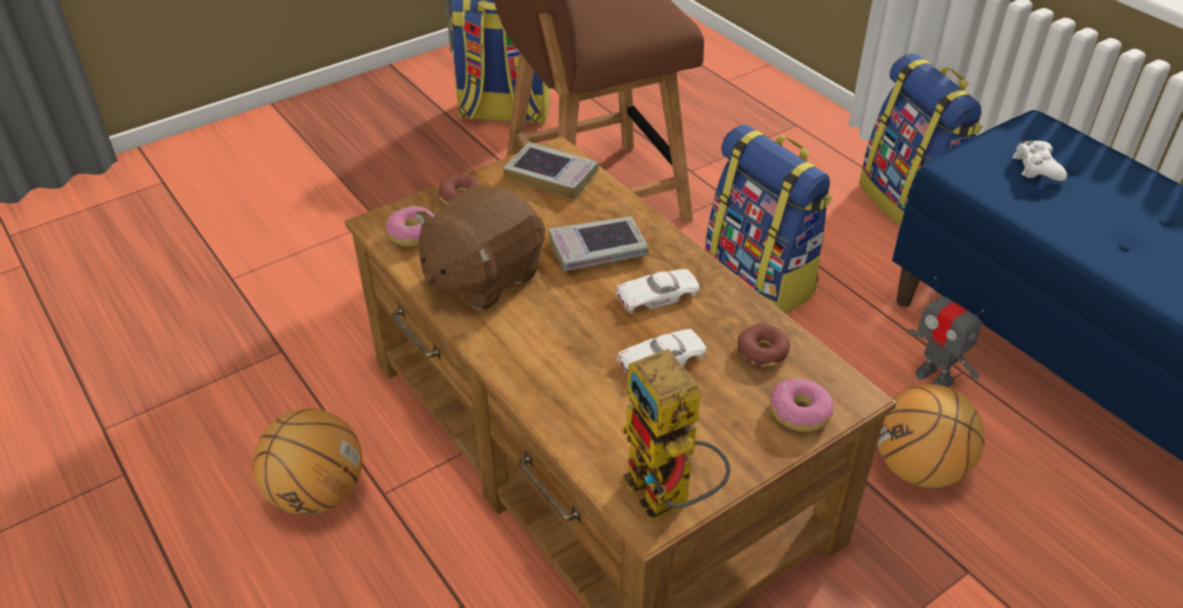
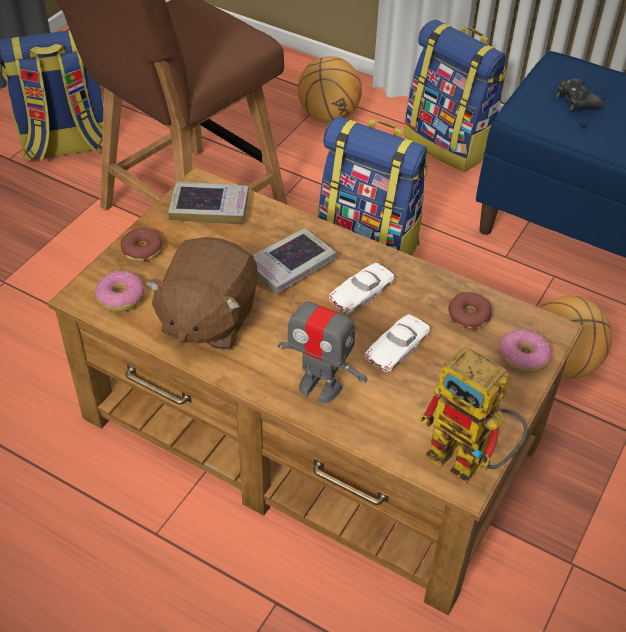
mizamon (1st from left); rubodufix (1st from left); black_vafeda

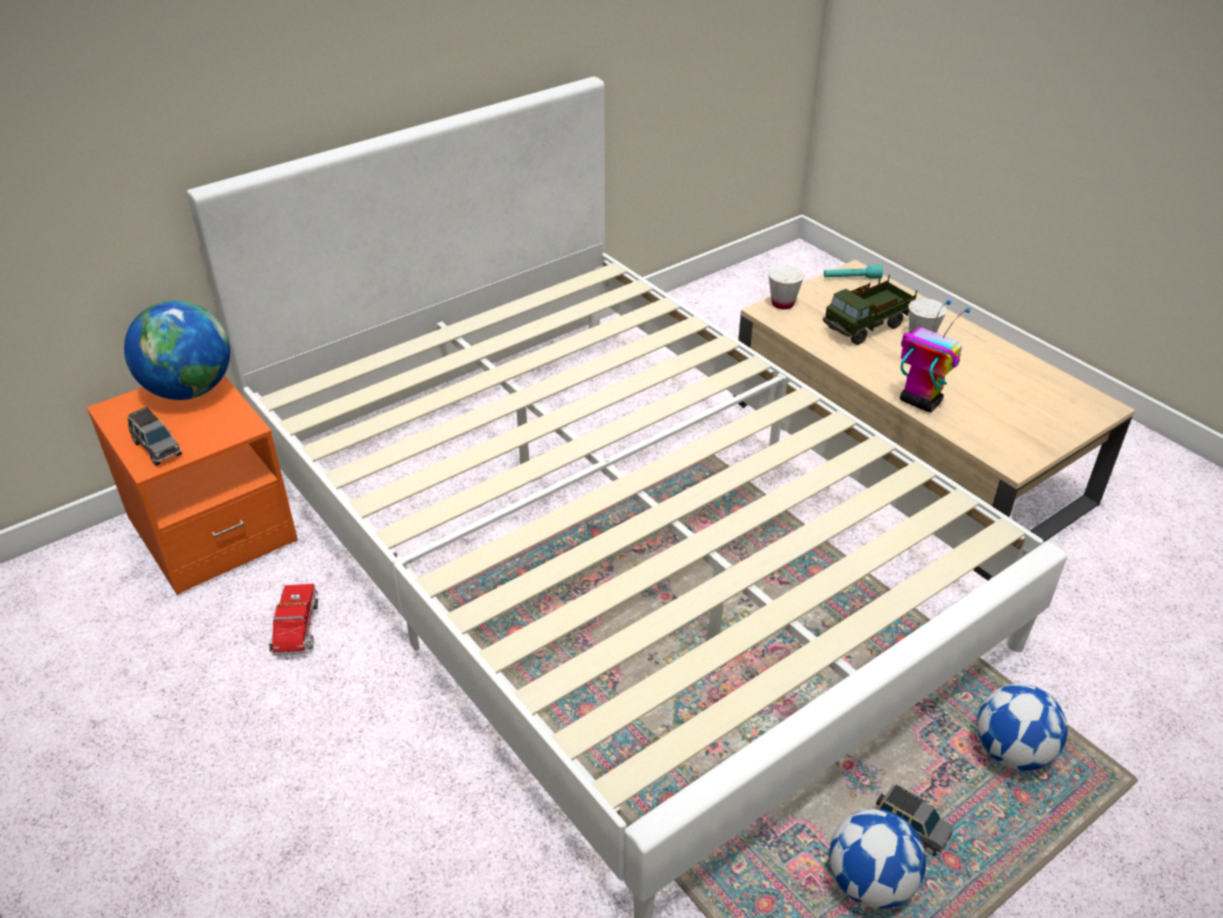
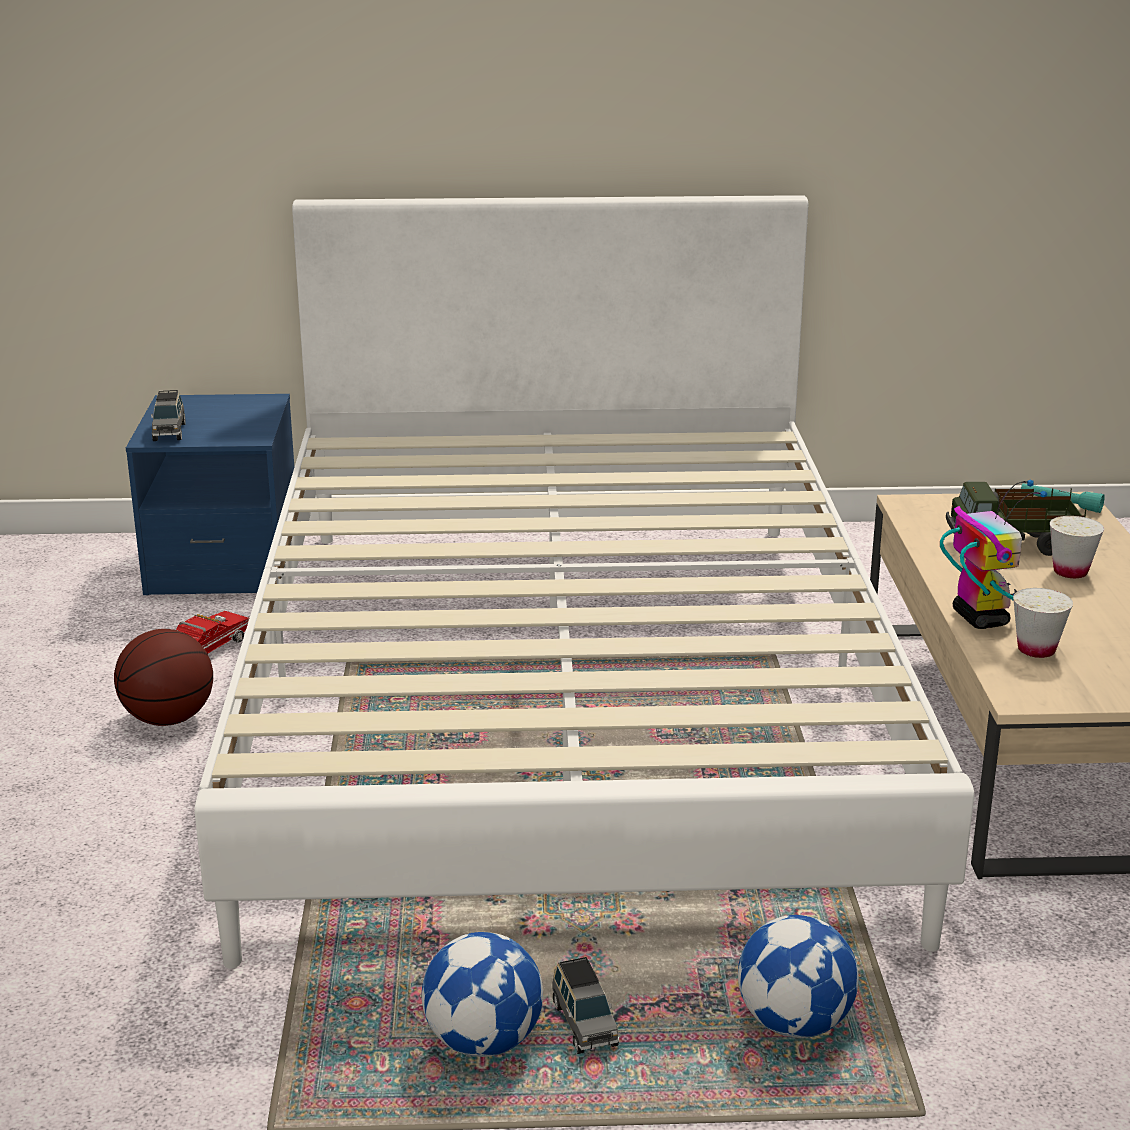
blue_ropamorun; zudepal; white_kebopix (1st from left); mizamon

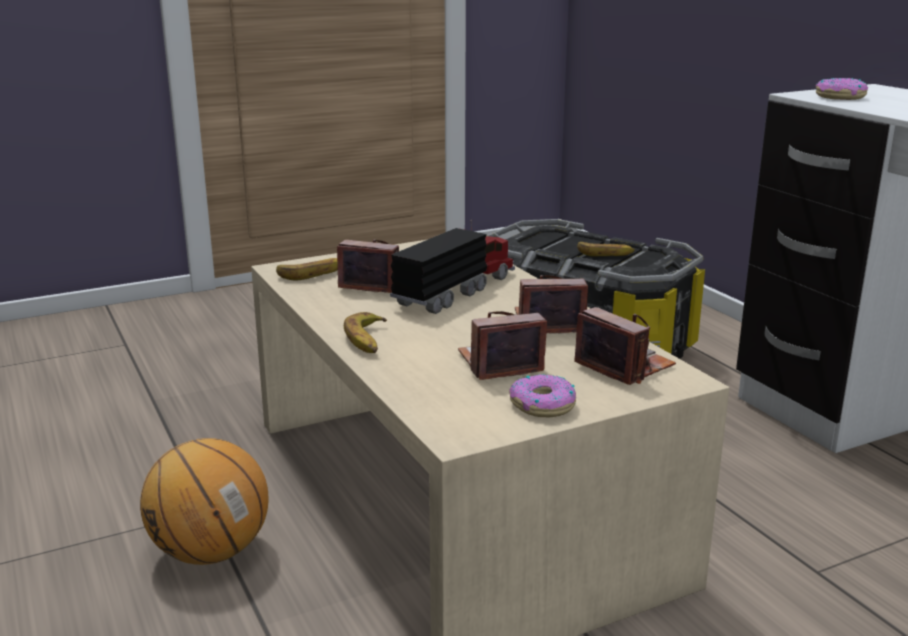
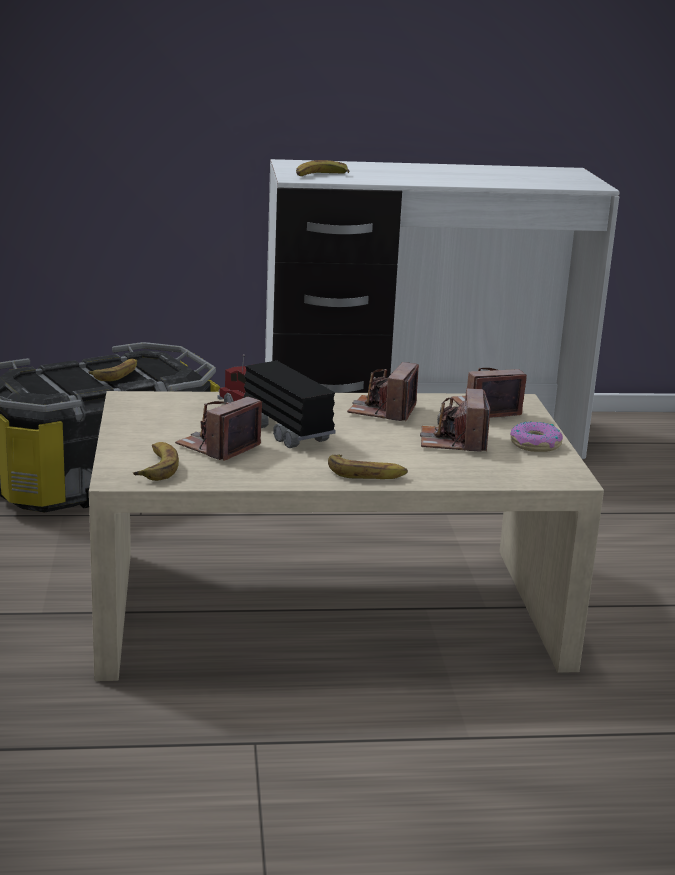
mizamon; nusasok (3rd from left)

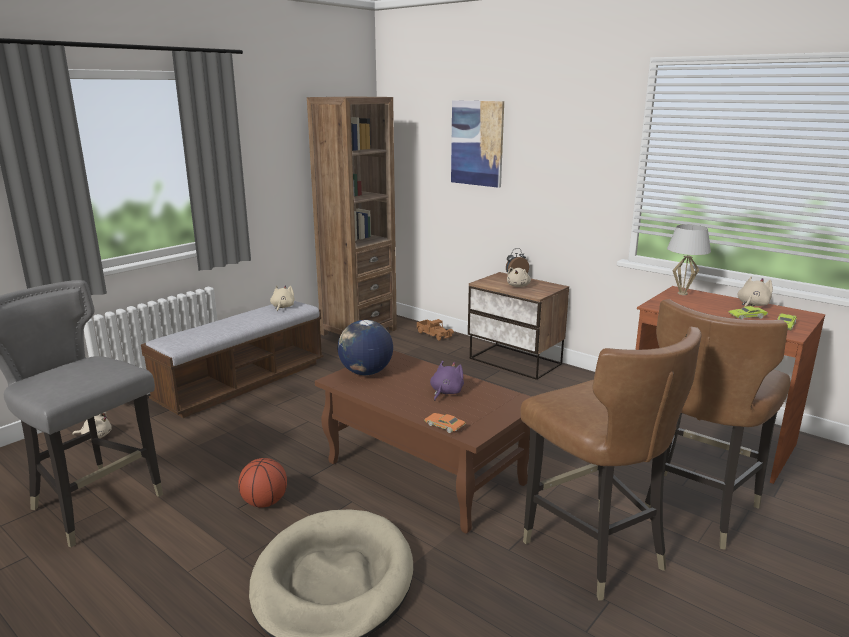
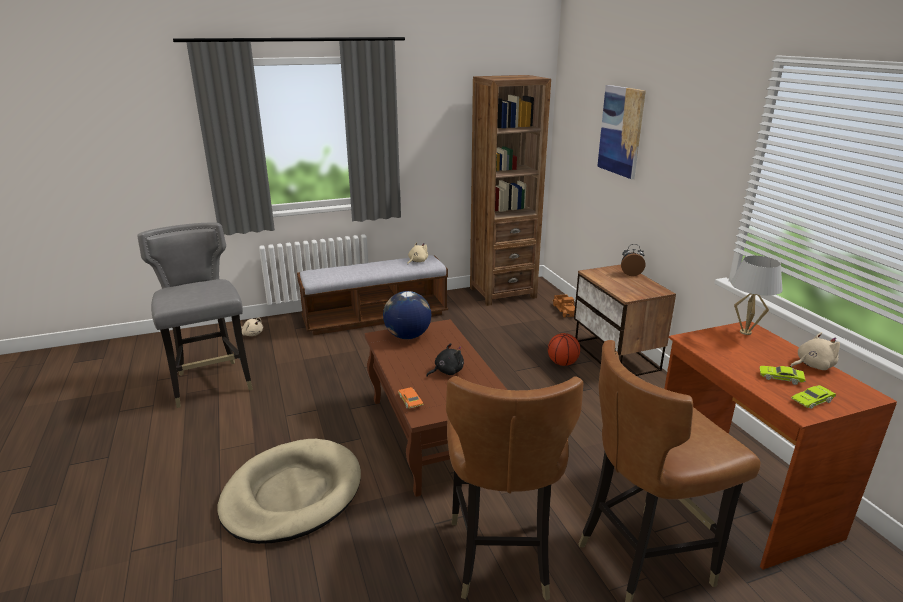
mizamon; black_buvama; beige_buvama (3rd from left in the first image)

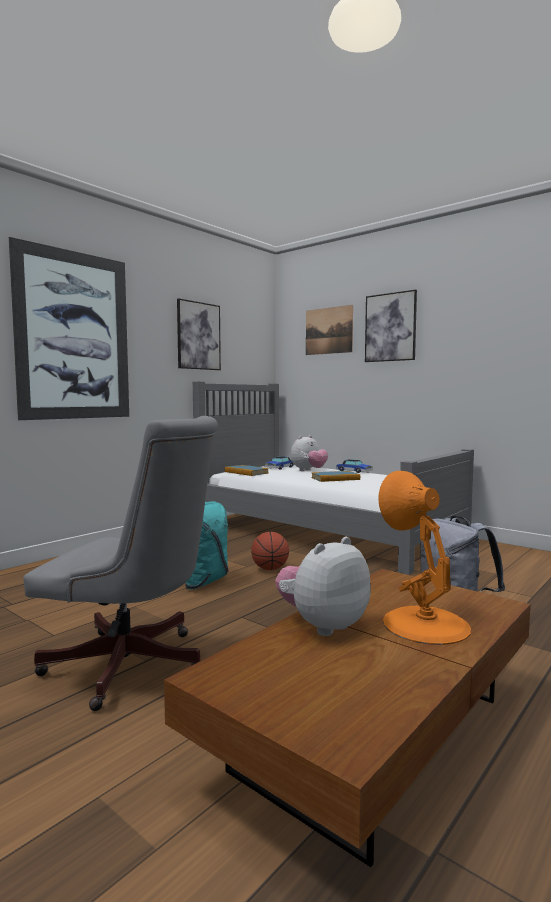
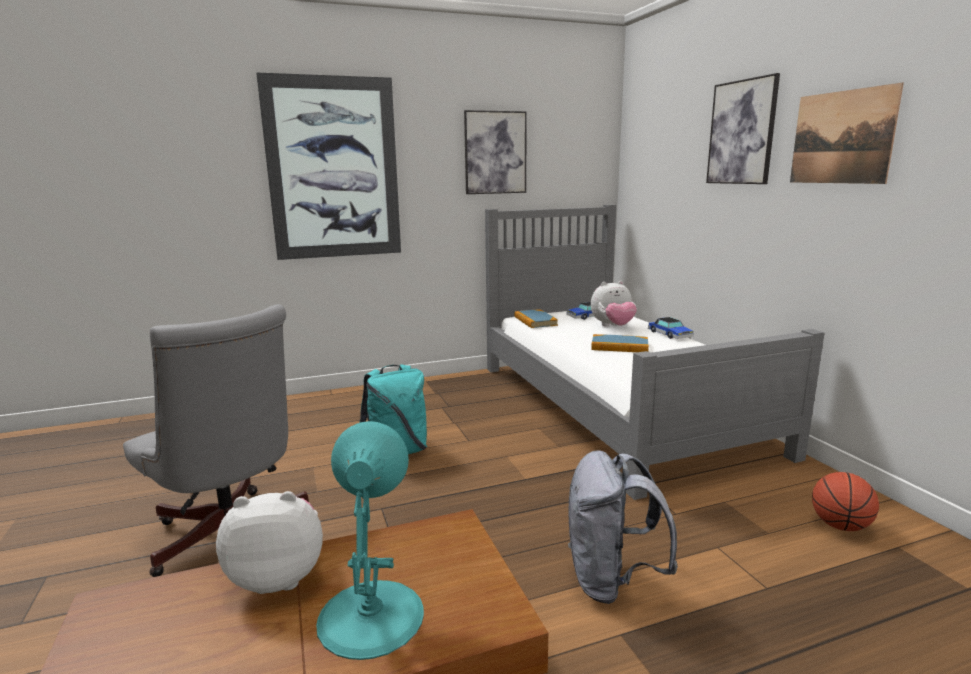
mizamon; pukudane (4th from left); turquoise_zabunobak

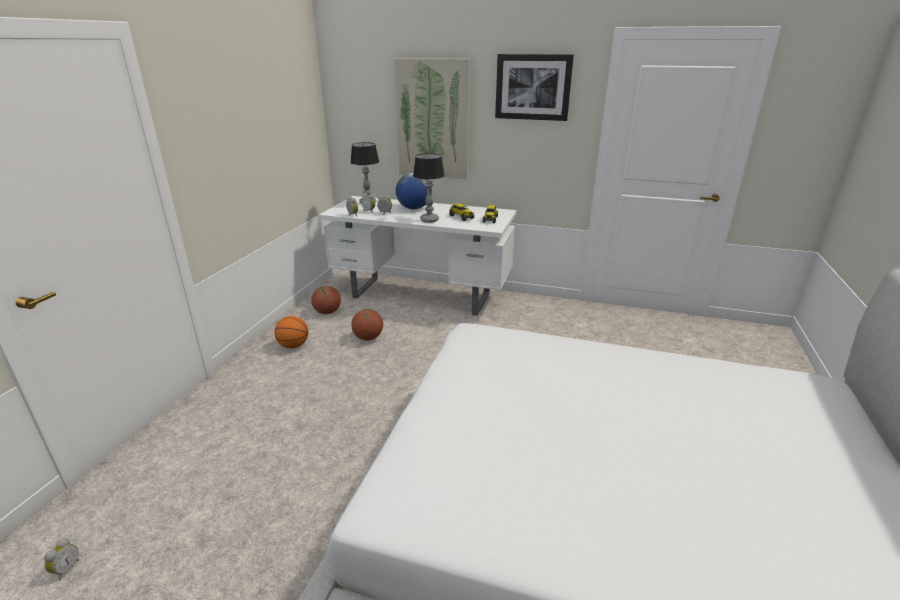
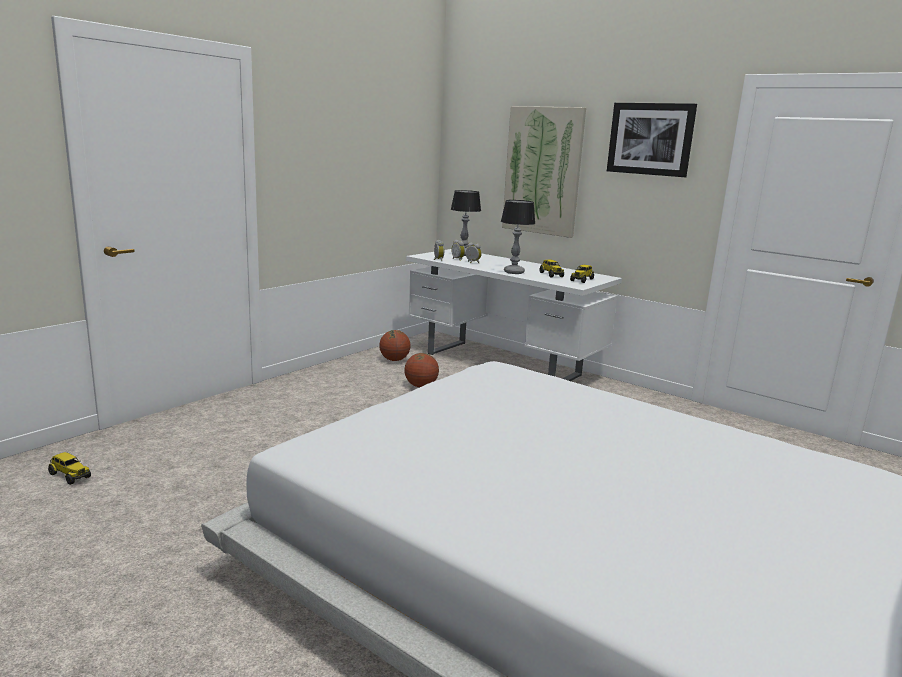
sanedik (1st from left); mizamon (1st from left in the first image); zudepal

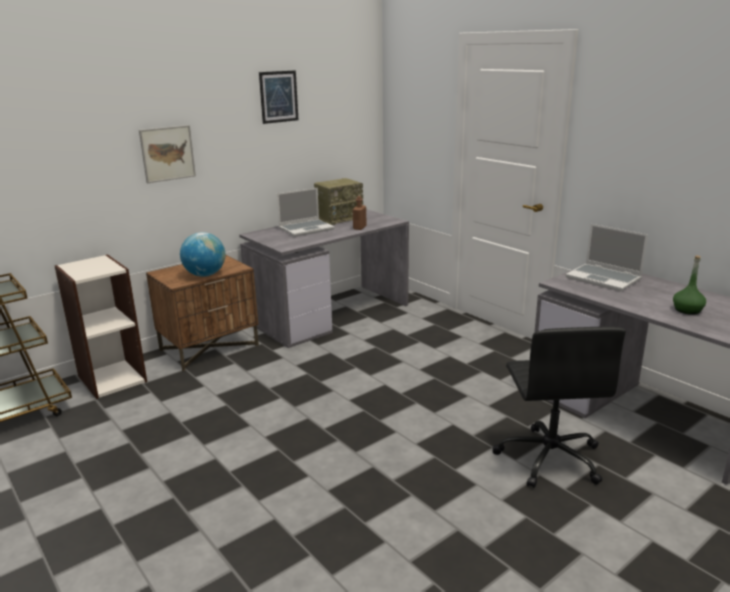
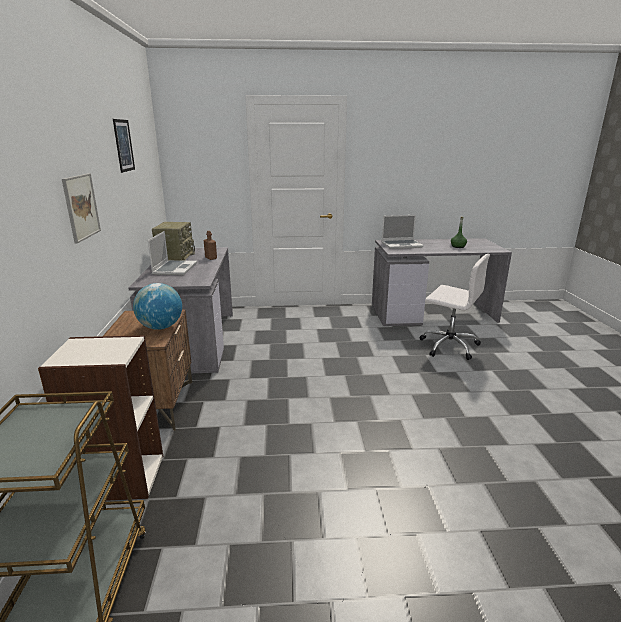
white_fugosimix

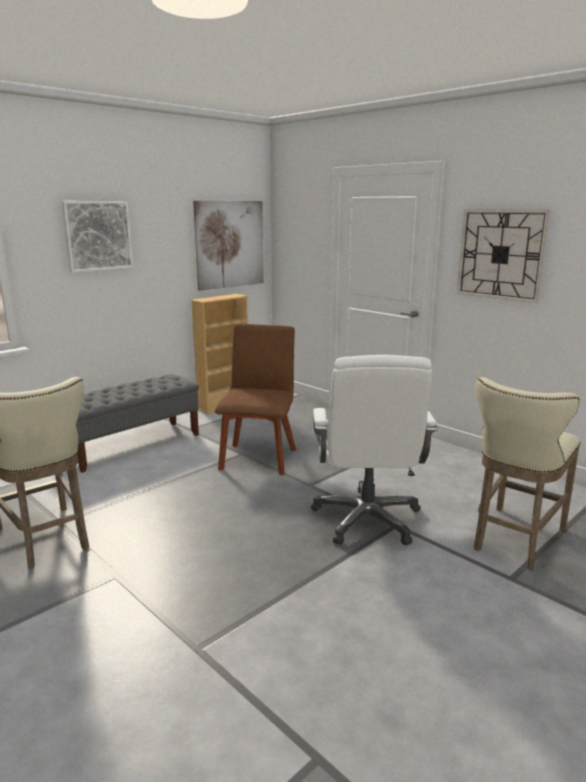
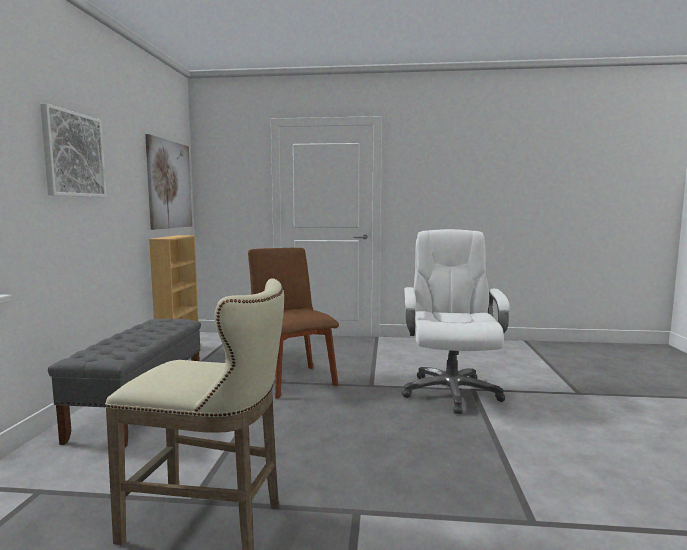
white_fugosimix; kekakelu; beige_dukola (2nd from left in the first image)

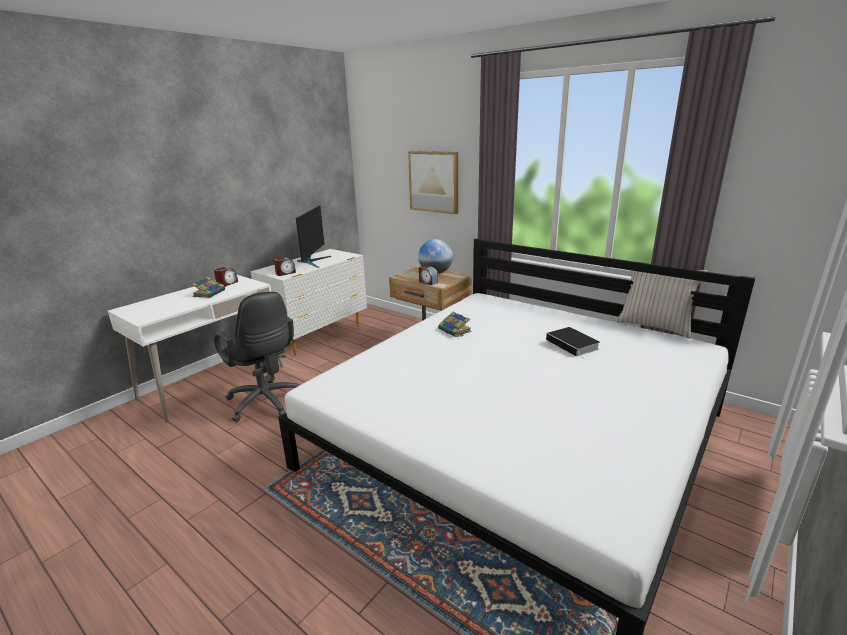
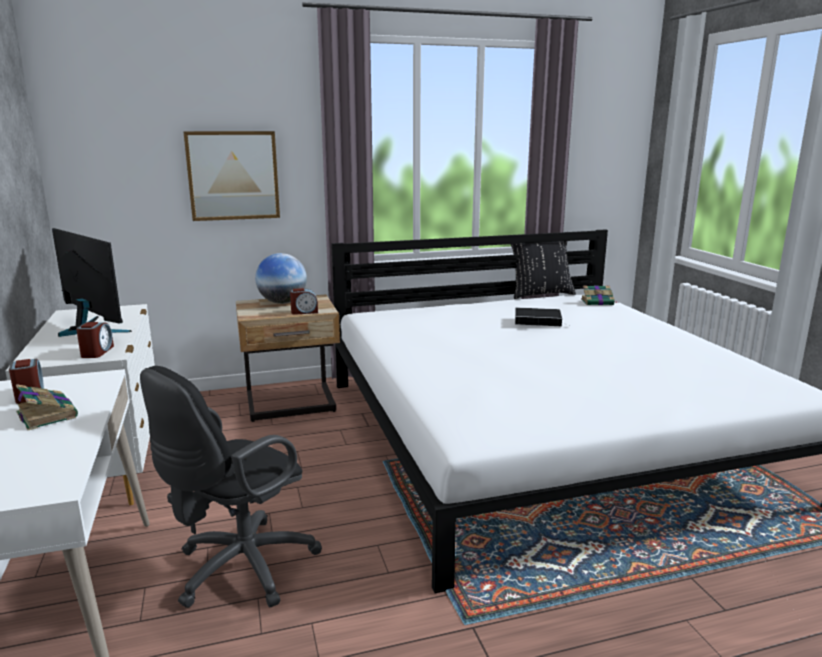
black_fugosimix; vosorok (3rd from left); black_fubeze

